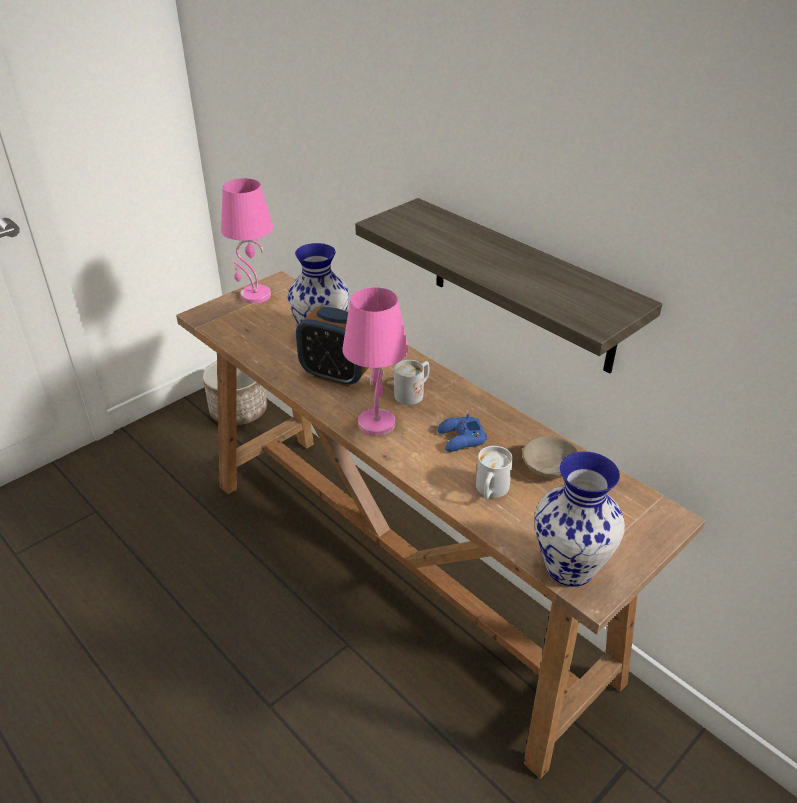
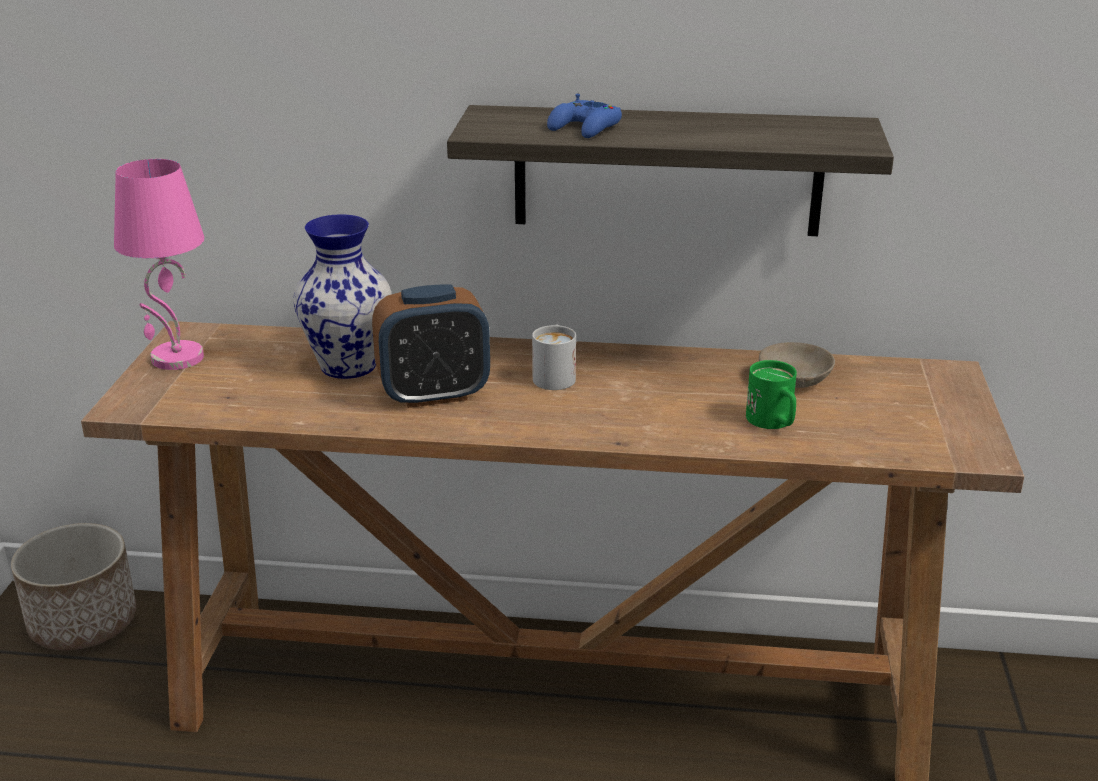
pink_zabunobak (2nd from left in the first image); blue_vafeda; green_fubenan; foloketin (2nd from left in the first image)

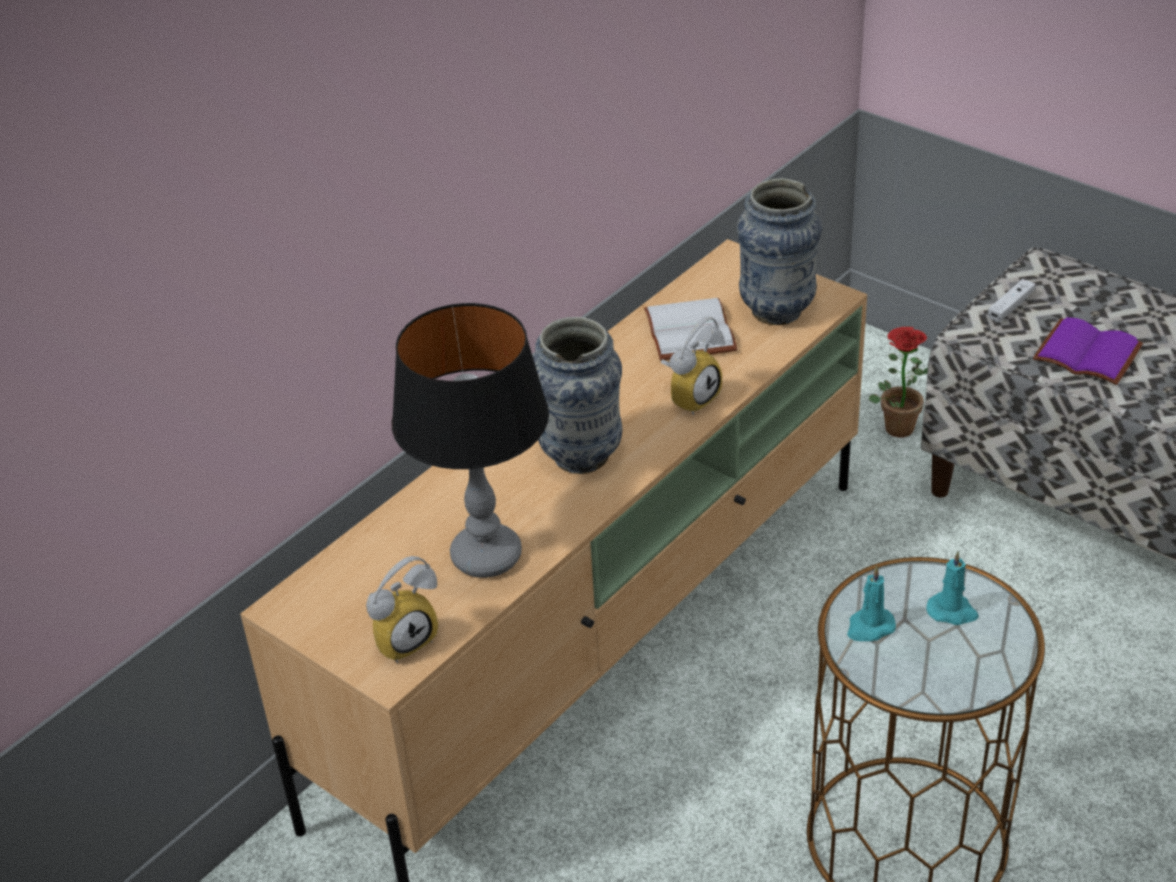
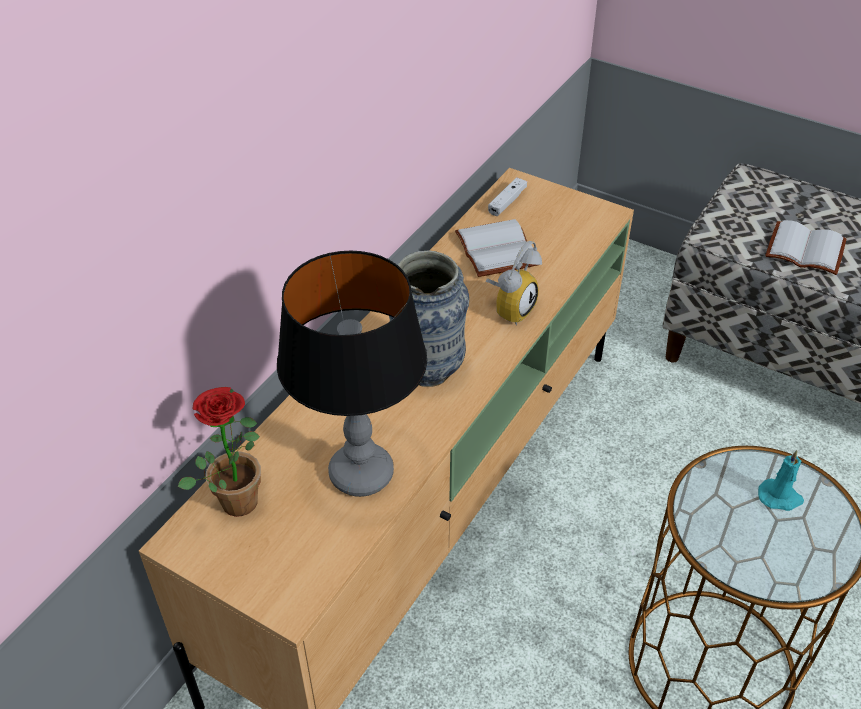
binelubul (1st from left in the first image); foloketin (2nd from left in the first image); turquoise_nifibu (1st from left in the first image); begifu; white_vafeda; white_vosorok (2nd from left)

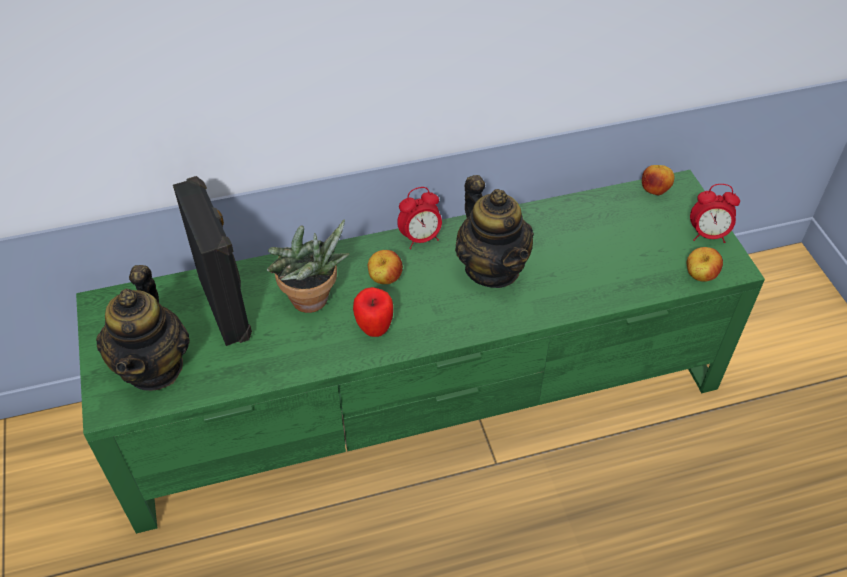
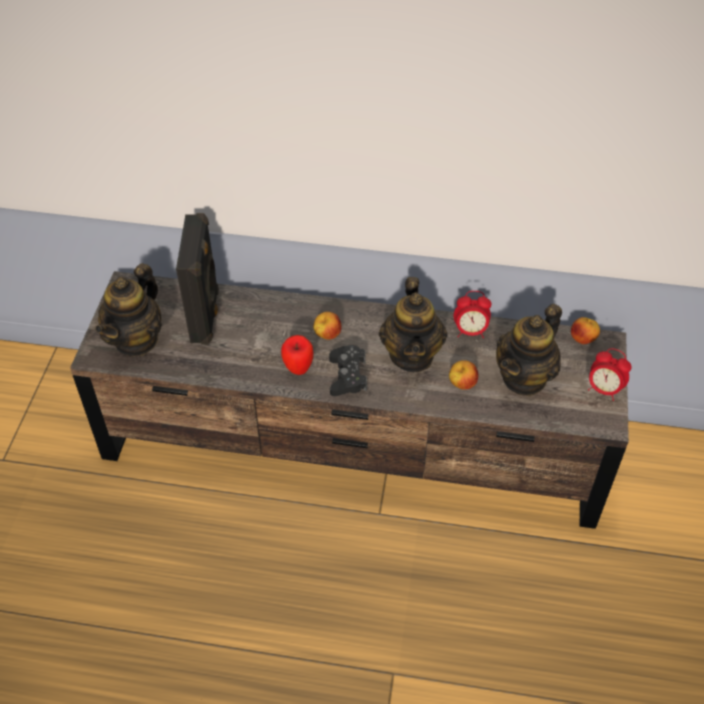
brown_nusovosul; begifu; binelubul (1st from left); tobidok (3rd from left); black_vafeda; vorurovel (3rd from left)

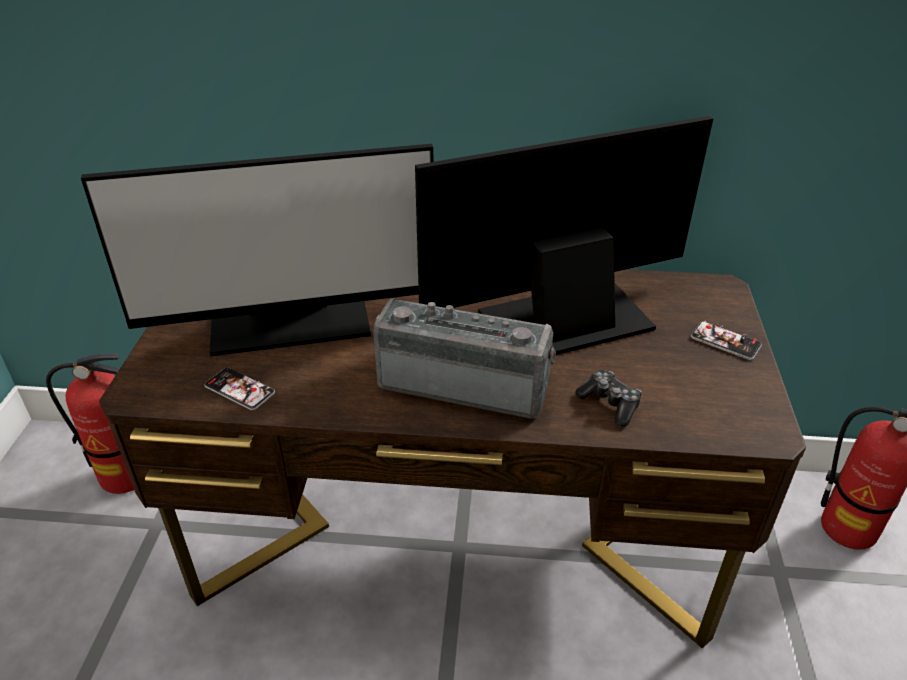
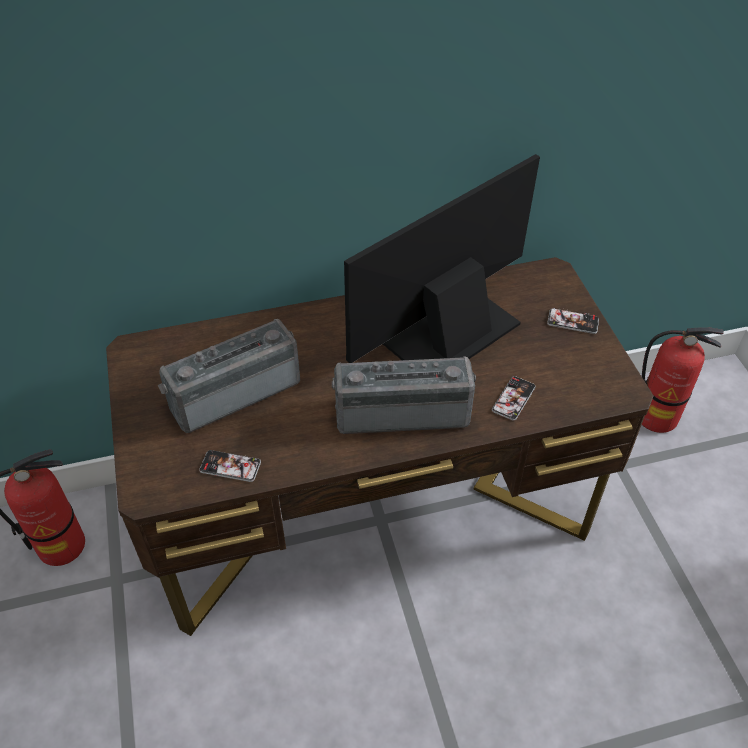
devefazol (1st from left); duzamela (2nd from left)

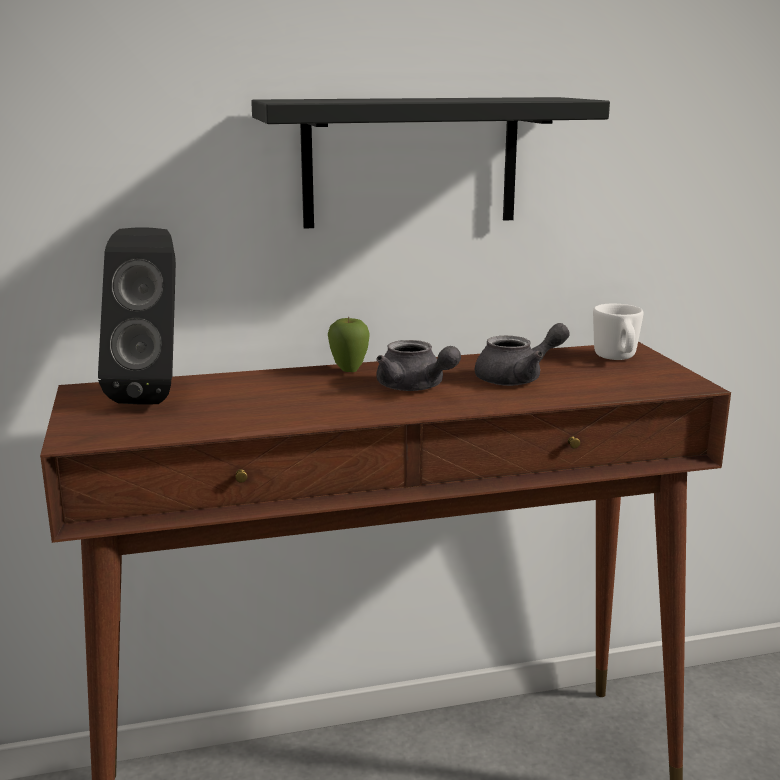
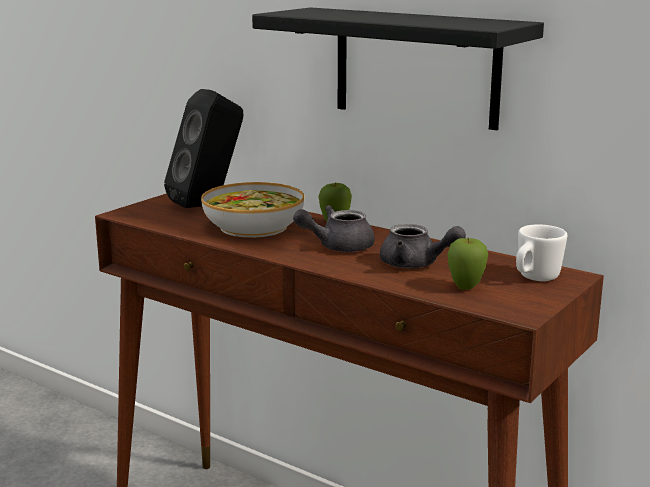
grey_vorurovel (1st from left); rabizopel; tobidok (2nd from left)

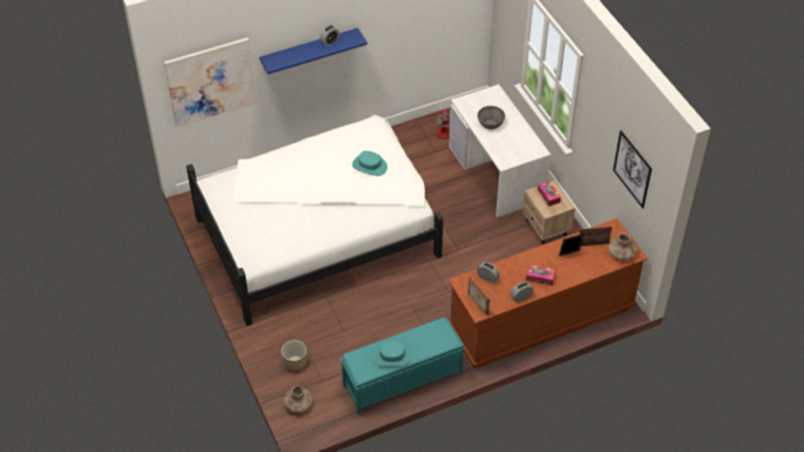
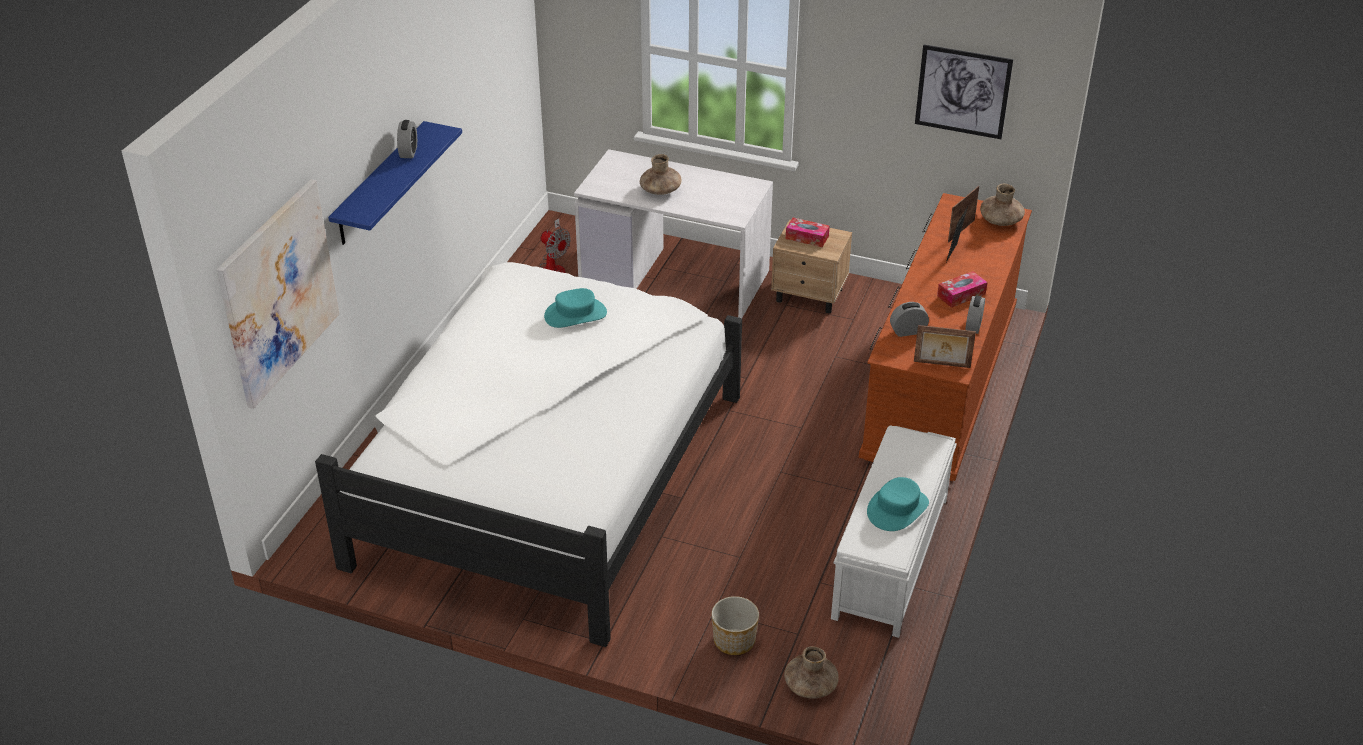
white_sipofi; brown_foloketin (1st from left)

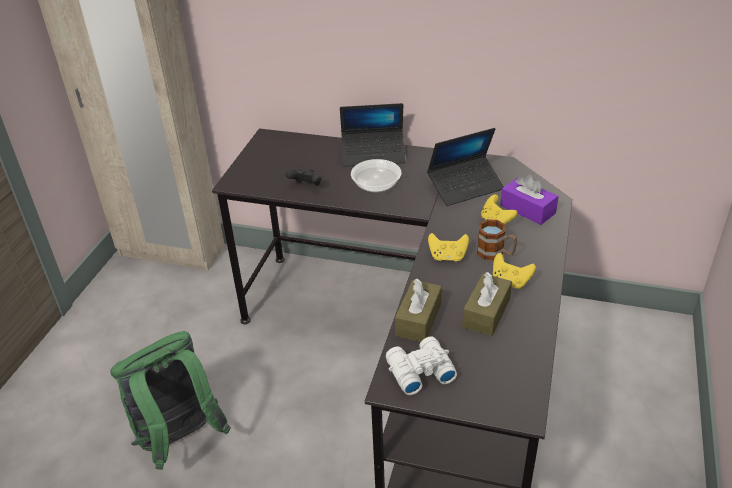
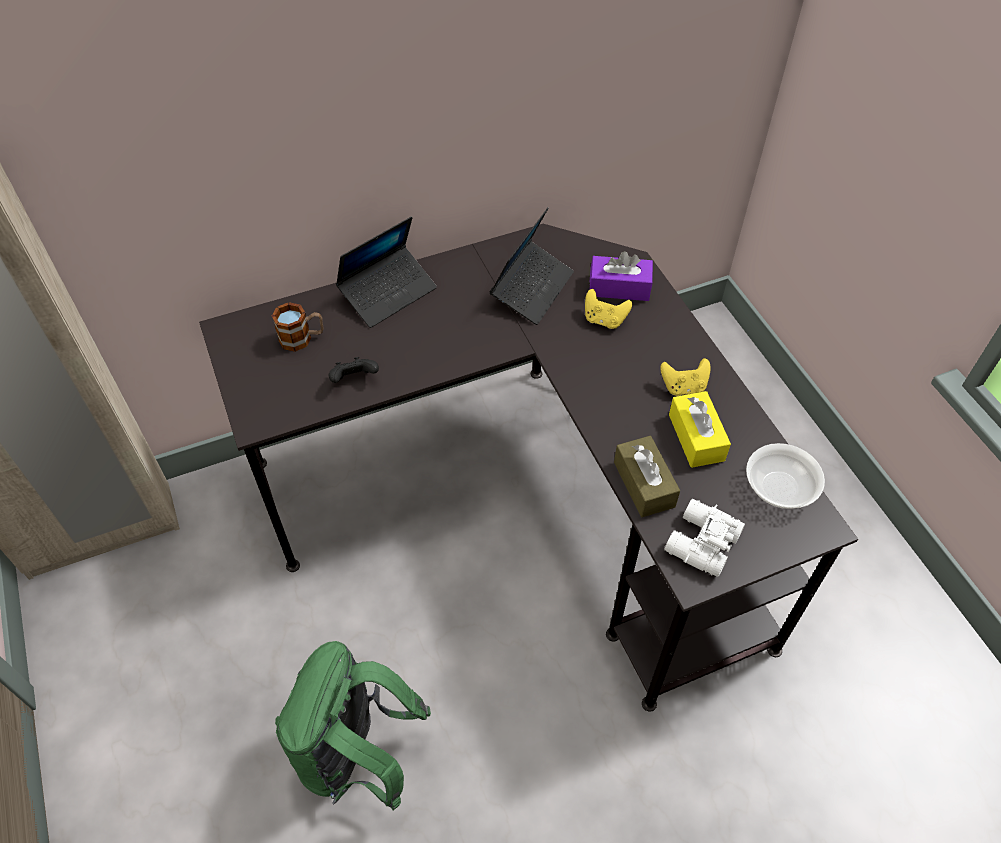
rabizopel; yellow_vafeda (1st from left in the first image); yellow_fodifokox; fubenan

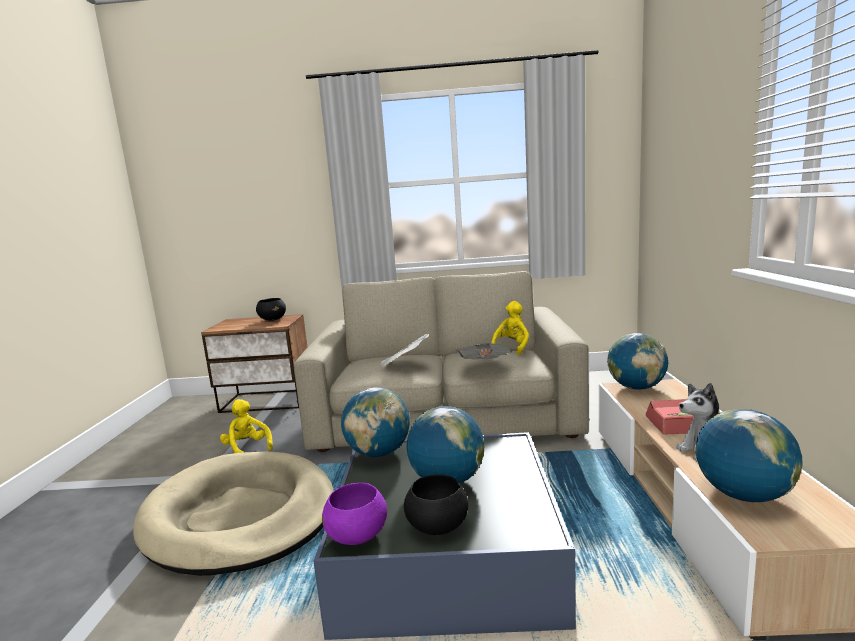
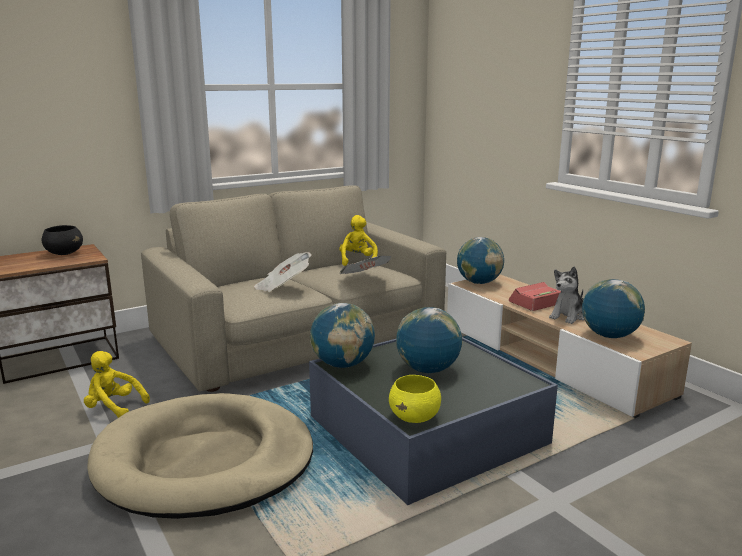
yellow_rabizopel; black_rabizopel (2nd from left in the first image)

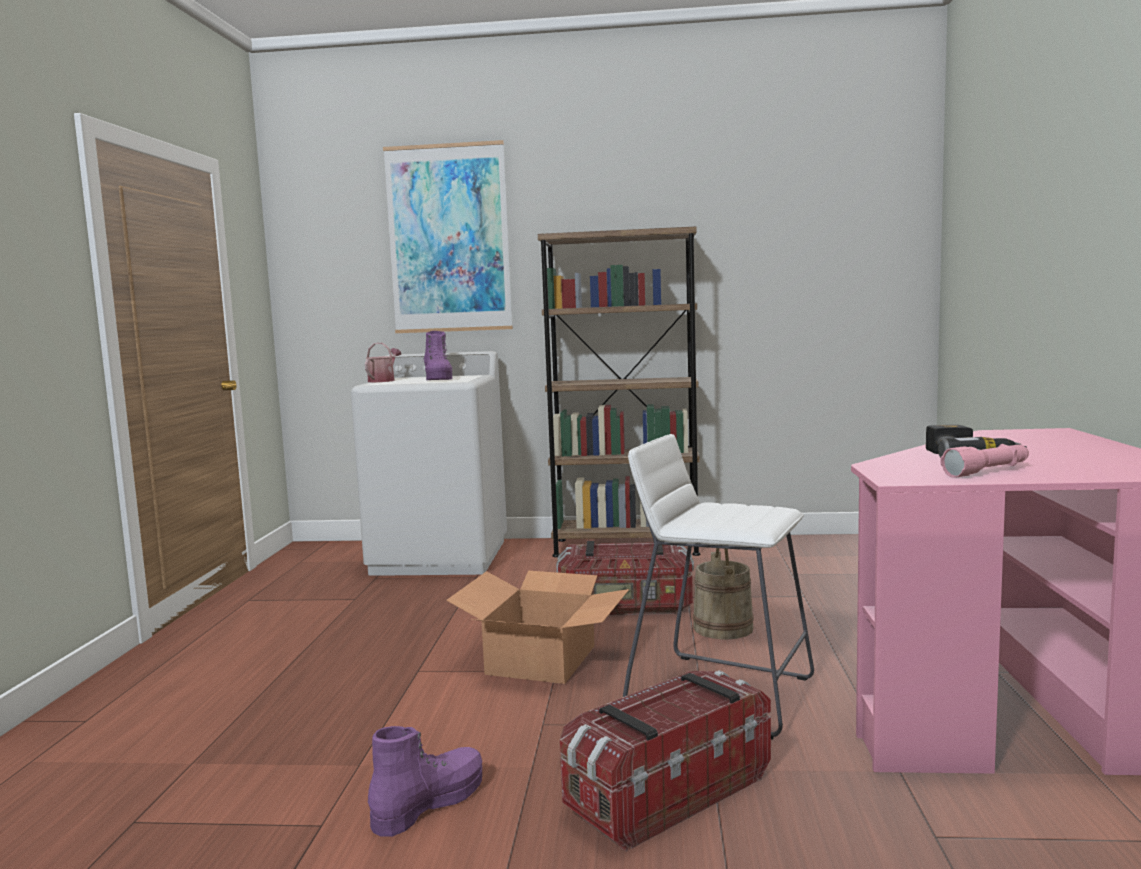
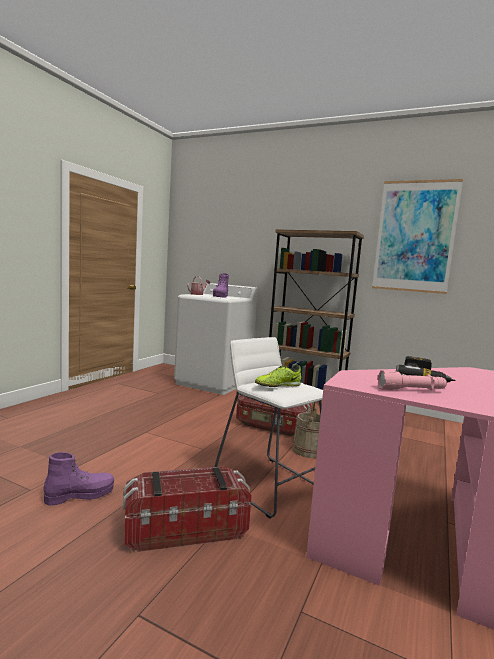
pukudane; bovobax; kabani

